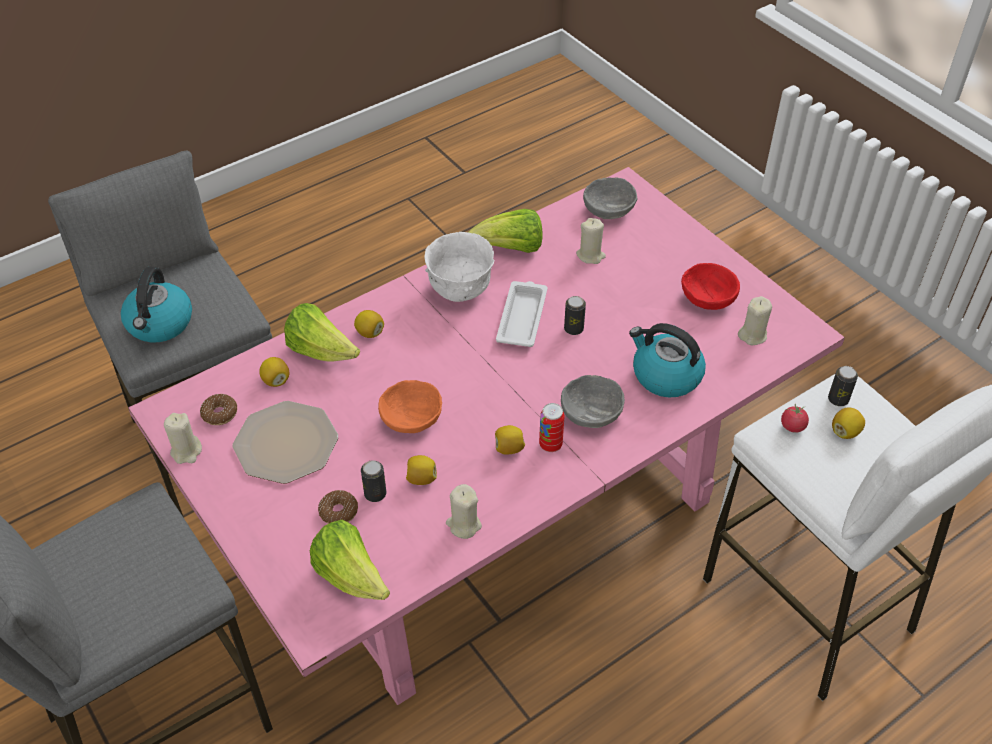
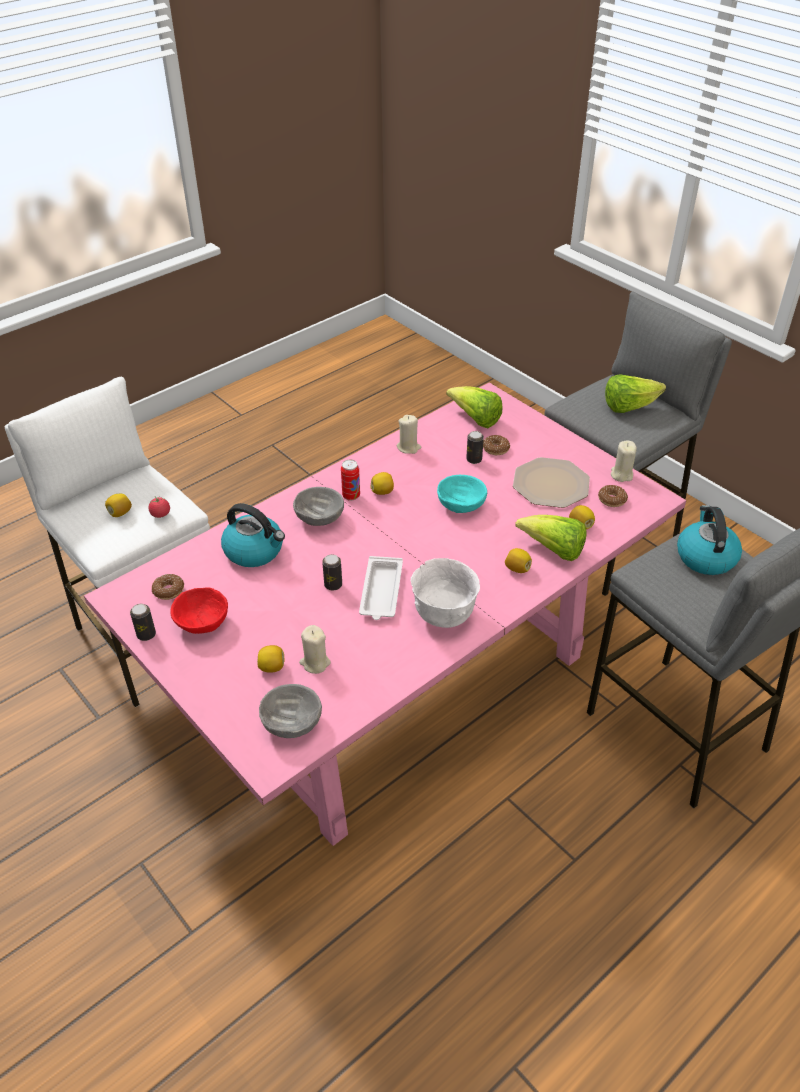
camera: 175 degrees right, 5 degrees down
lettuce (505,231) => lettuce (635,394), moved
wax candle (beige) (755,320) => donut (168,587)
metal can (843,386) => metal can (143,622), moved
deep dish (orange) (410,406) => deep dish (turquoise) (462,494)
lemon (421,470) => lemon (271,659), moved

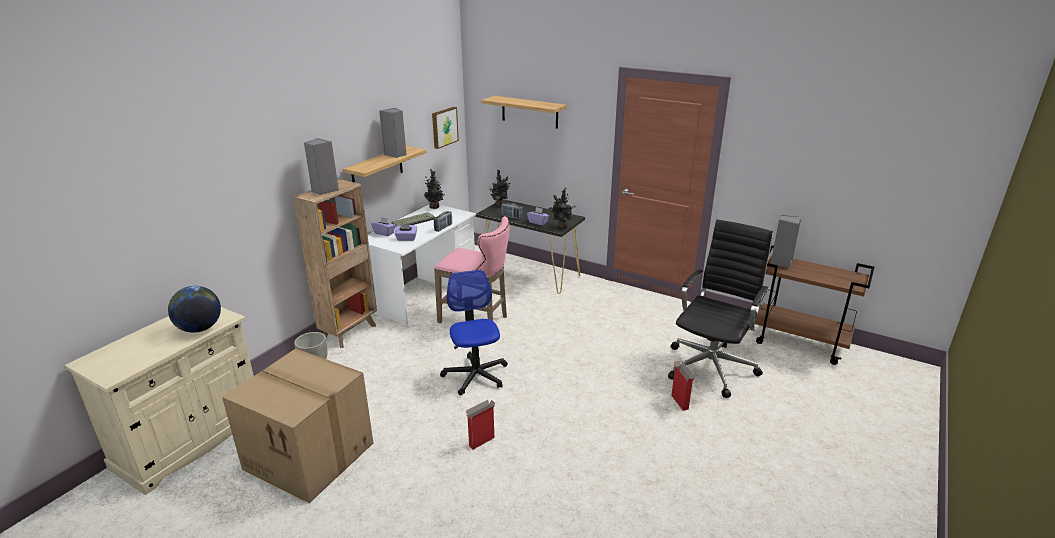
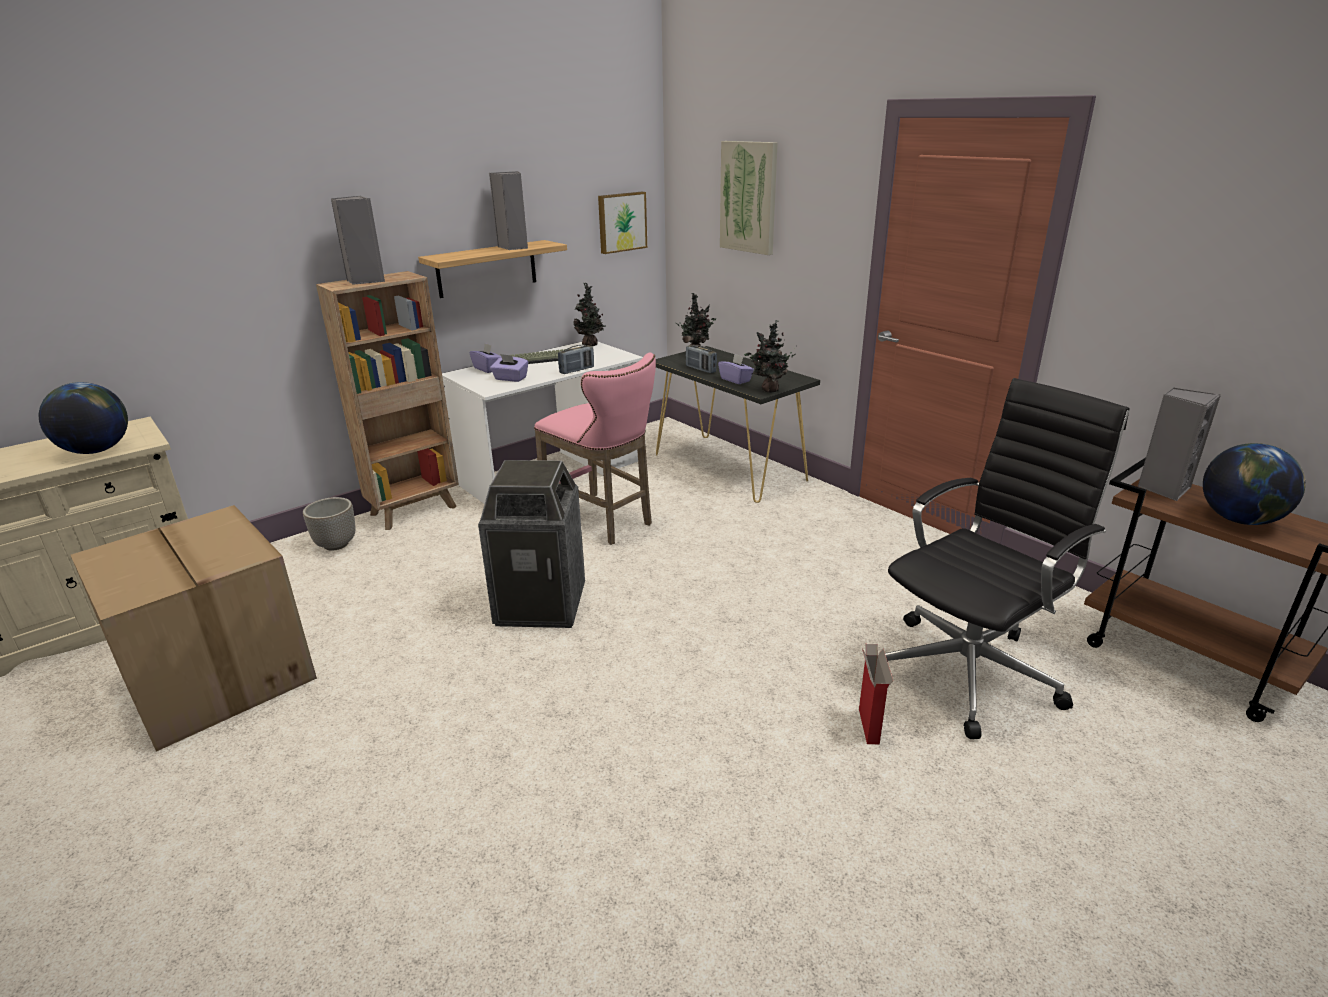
camera: 20 degrees right, 0 degrees up
wall shelf (524,112) => picture (749,198)
office chair (474,332) => trash can (531,544)
packing box (480,425) => nothing
nothing => desk globe (1254,484)

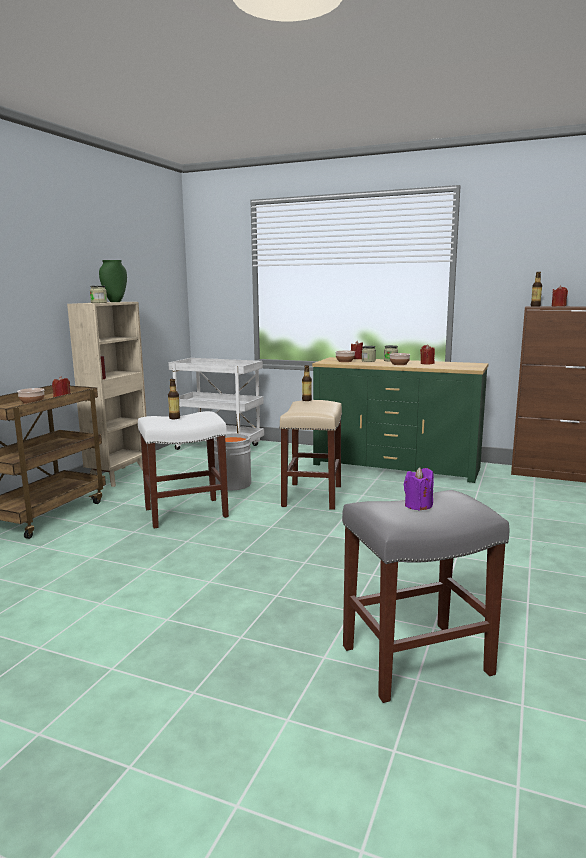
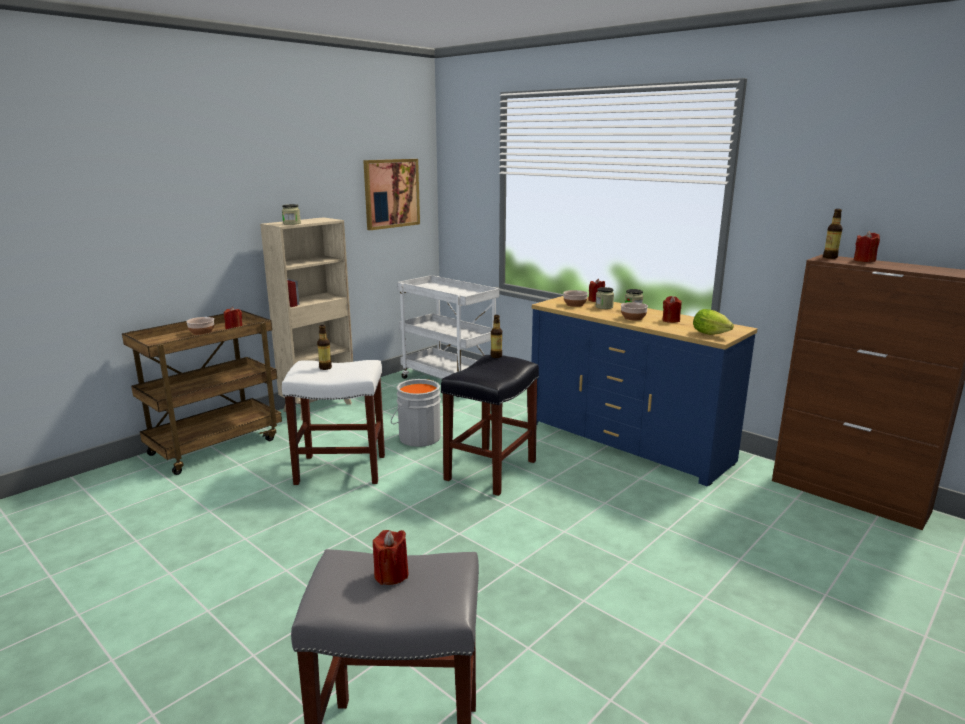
camera: 20 degrees right, 5 degrees up
vase (green) (113,281) => nothing
dresser (green) (400,420) => dresser (blue) (644,391)
stool seat (beige) (310,455) => stool seat (blackish) (490,425)
wax candle (purple) (419,489) => wax candle (reddish) (391,557)
nothing => picture (391,194)
nothing => lettuce (713,322)

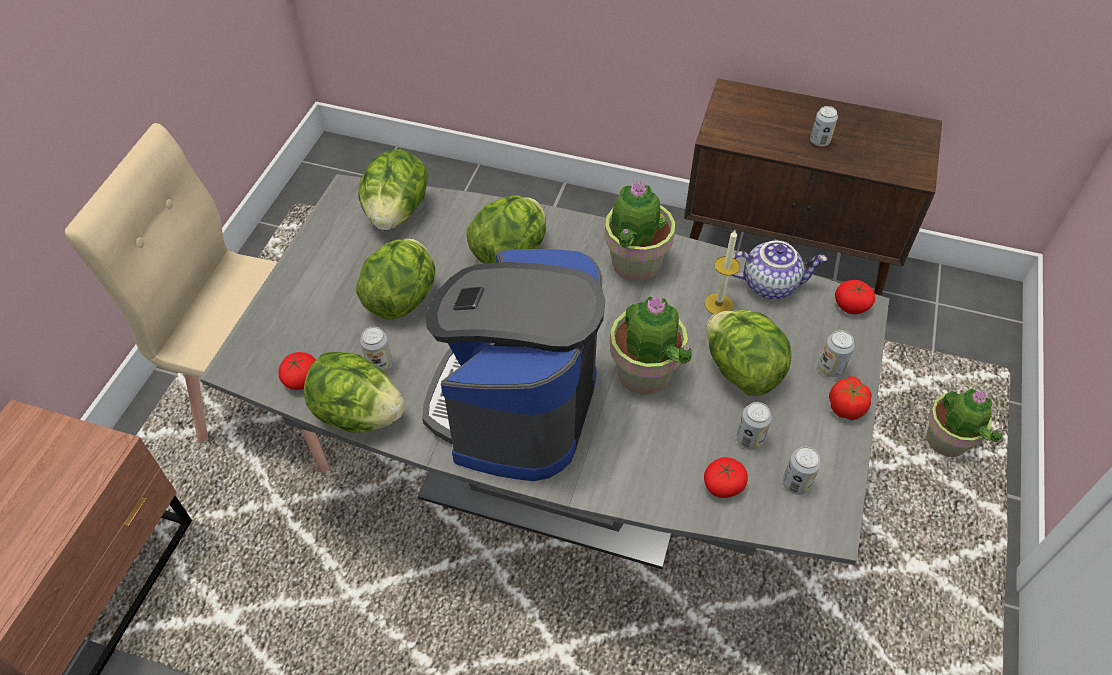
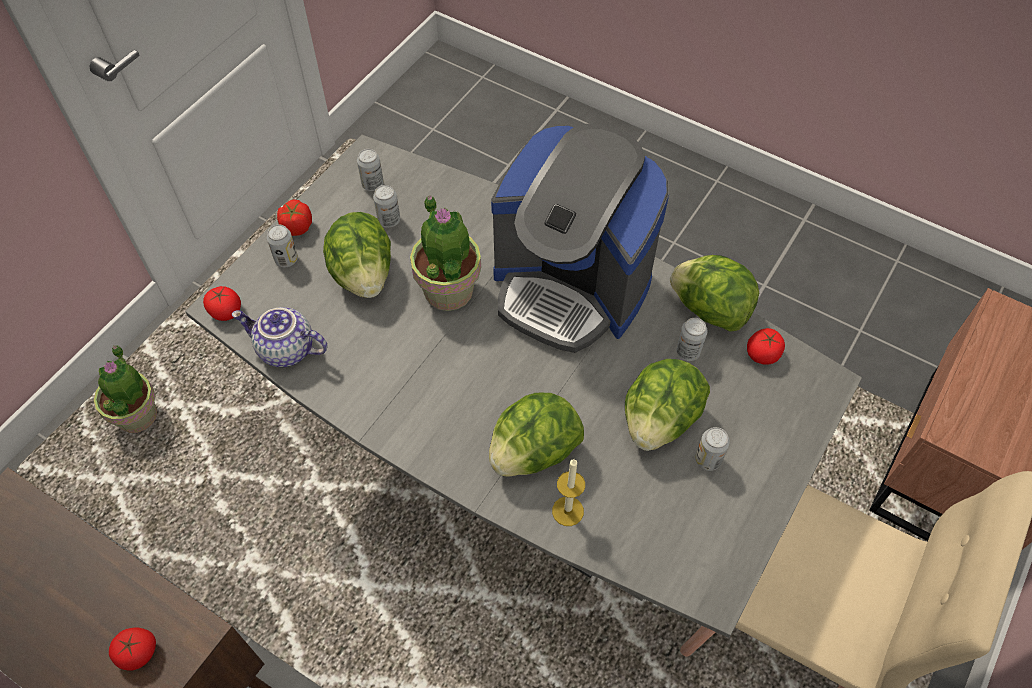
camera: 165 degrees left, 5 degrees up
metal can (824,126) => metal can (712,449), moved
lettuce (393,189) => nothing
potted plant (640,231) => nothing
wax candle (722,272) => wax candle (568,492), moved
coffee machine (513,365) => coffee machine (580,238), 90 degrees clockwise
fresh tomato (726,477) => fresh tomato (132,649), moved

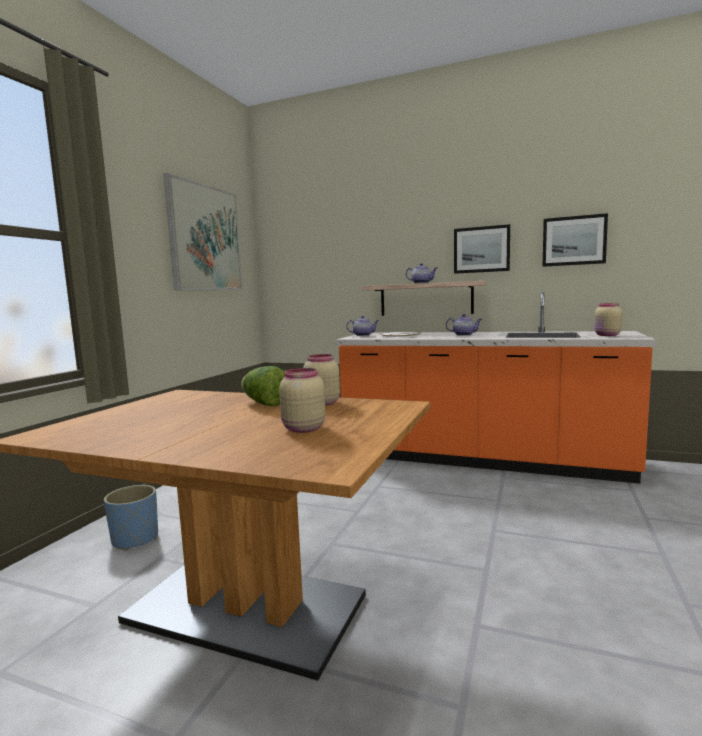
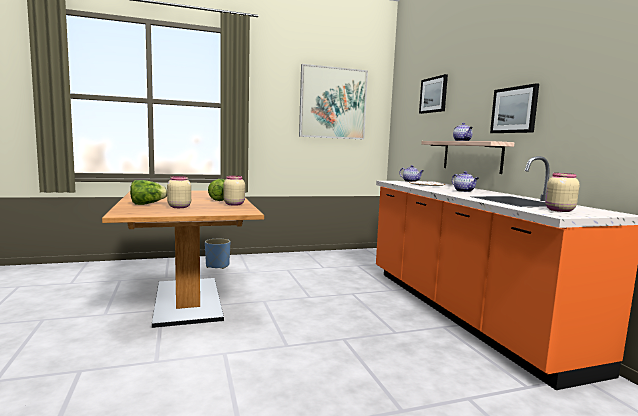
camera: 50 degrees right, 0 degrees up
picture (575,240) => picture (433,94), moved
nothing => lettuce (148,192)

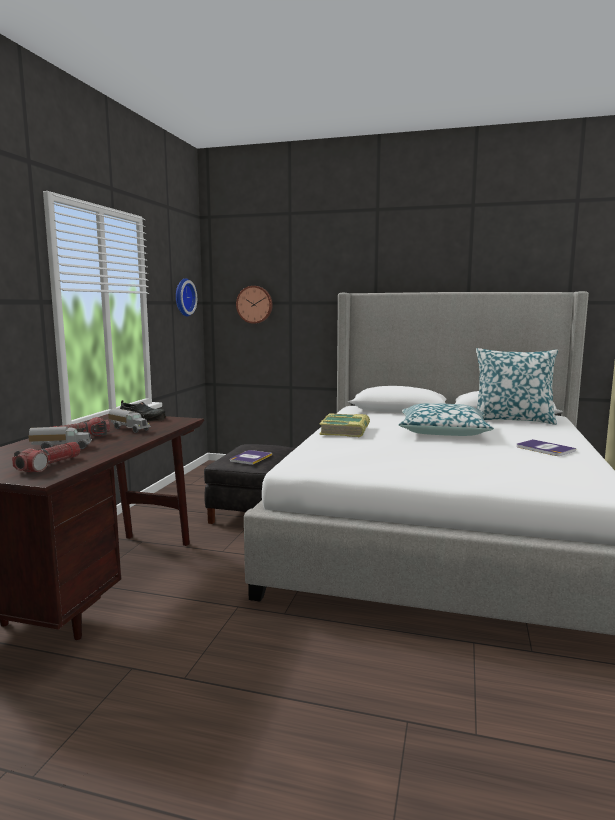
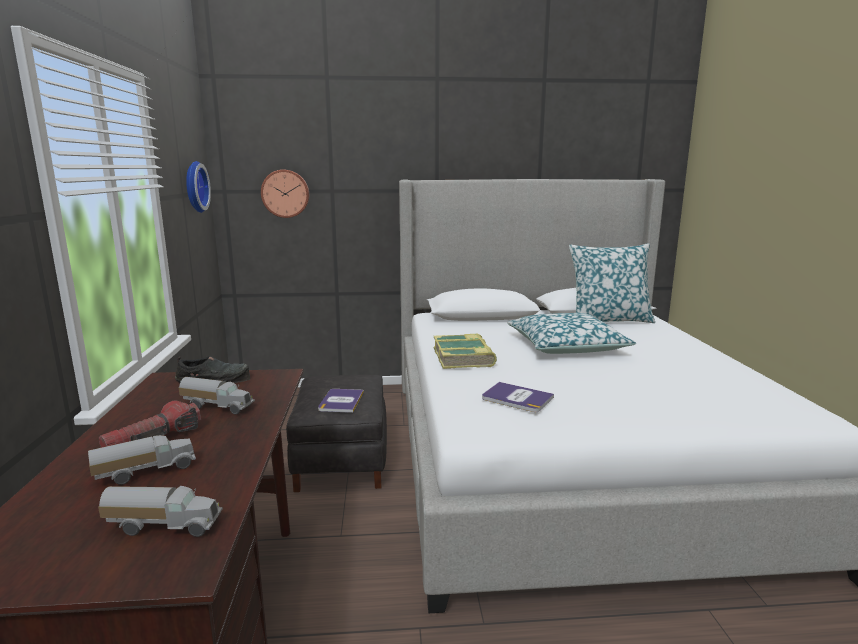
camera: 20 degrees left, 5 degrees up
book (546,447) => book (518,397), moved
hand torch (46,457) => toy lorry (160,511)

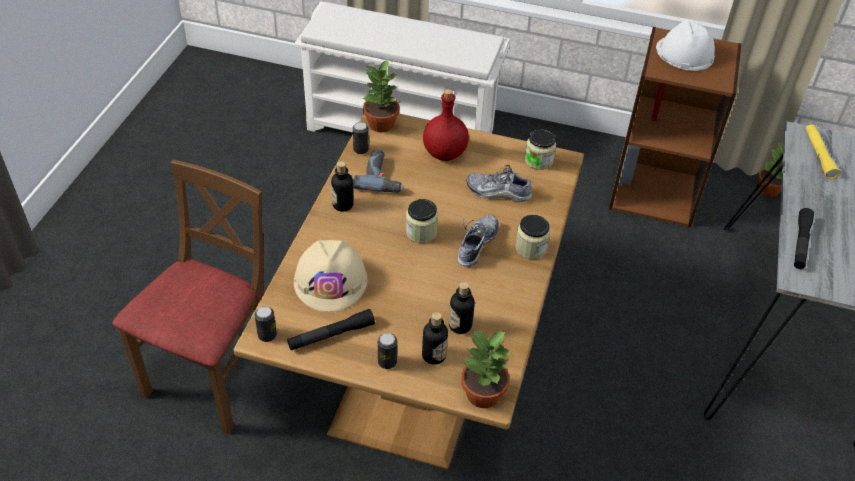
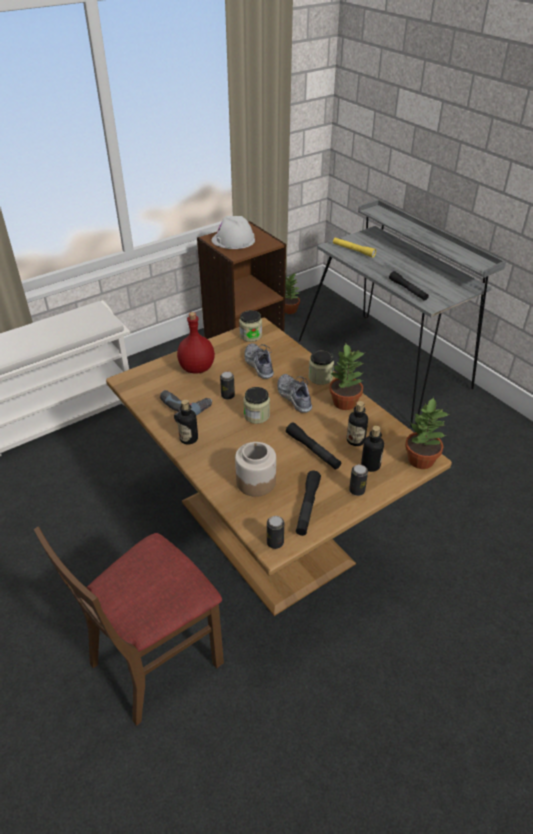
camera: 50 degrees left, 5 degrees down
potted plant (381,95) => potted plant (346,377), moved
metal can (361,138) => metal can (227,385), moved
chair (brown-coloured) (188,297) => chair (brown-coloured) (129,626), 105 degrees counterclockwise
item of footwear (499,183) => item of footwear (259,361), 105 degrees clockwise
hard hat (beige) (330,276) => storage jar (255,469)
nothing => hand torch (blackish) (313,446)

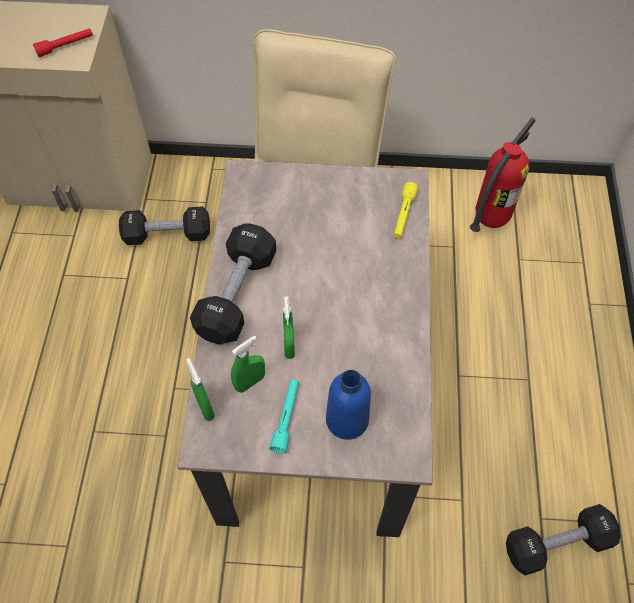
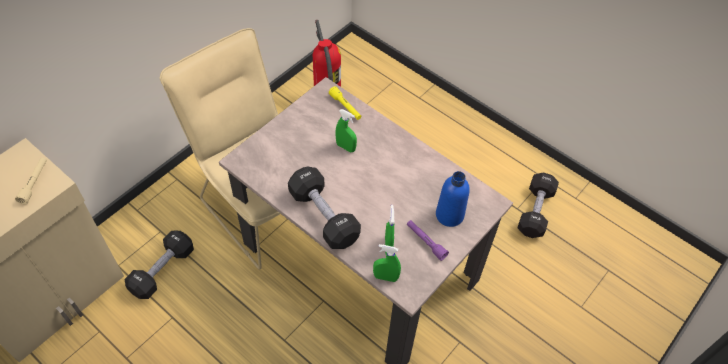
camera: 55 degrees left, 5 degrees down
hand torch (reddish) (63,42) => hand torch (beige) (31,181)
spray bottle (green) (289,327) => spray bottle (green) (346,130), moved
hand torch (turquoise) (284,417) => hand torch (purple) (428,240)

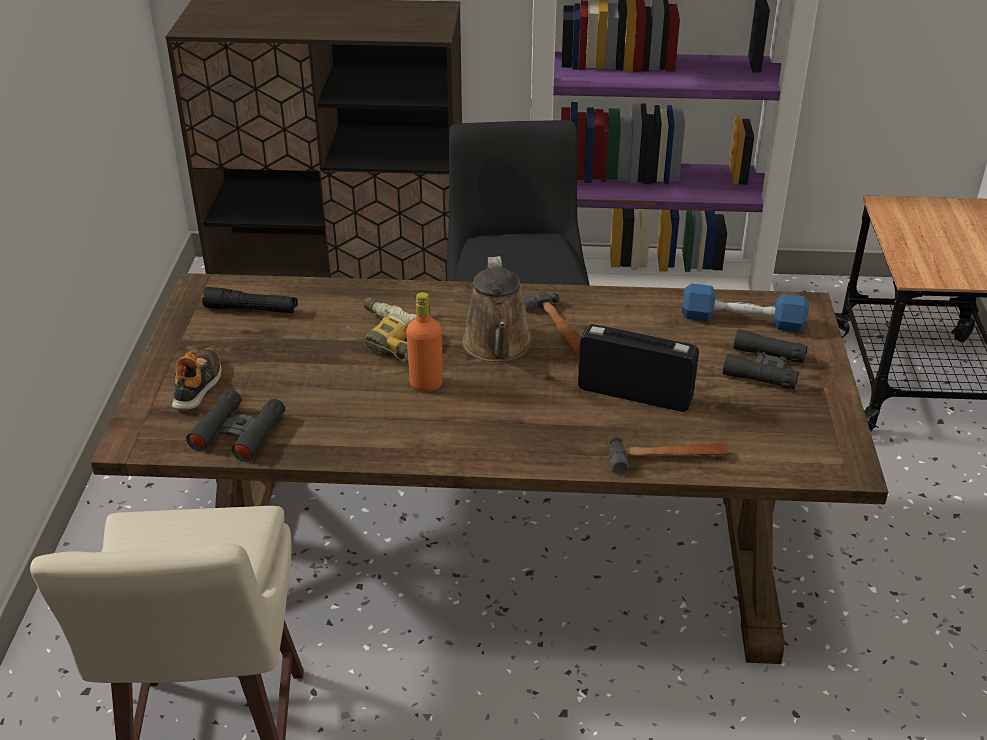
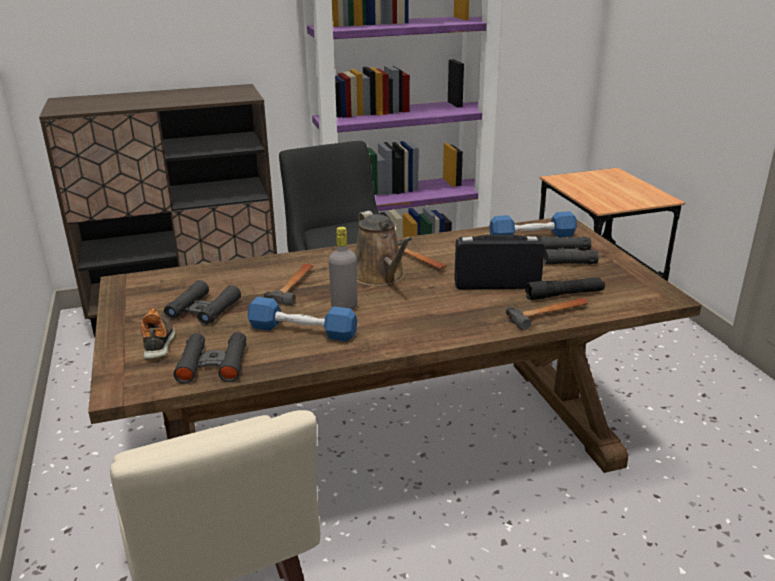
camera: 20 degrees left, 10 degrees down
hand torch (blackish) (250,300) => hand torch (blackish) (565,288), moved
beverage bottle (orange) (424,342) => beverage bottle (grey) (343,268)
power drill (381,330) => tool hammer (288,285)
nothing => binoculars (blackish) (202,302)
nothing => free weight (blue) (302,319)

